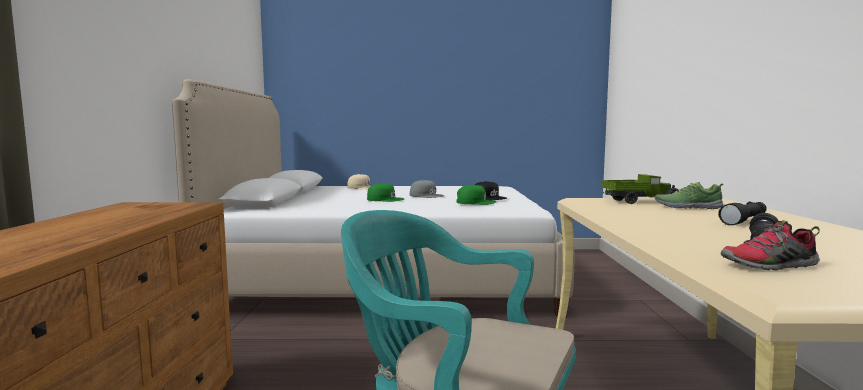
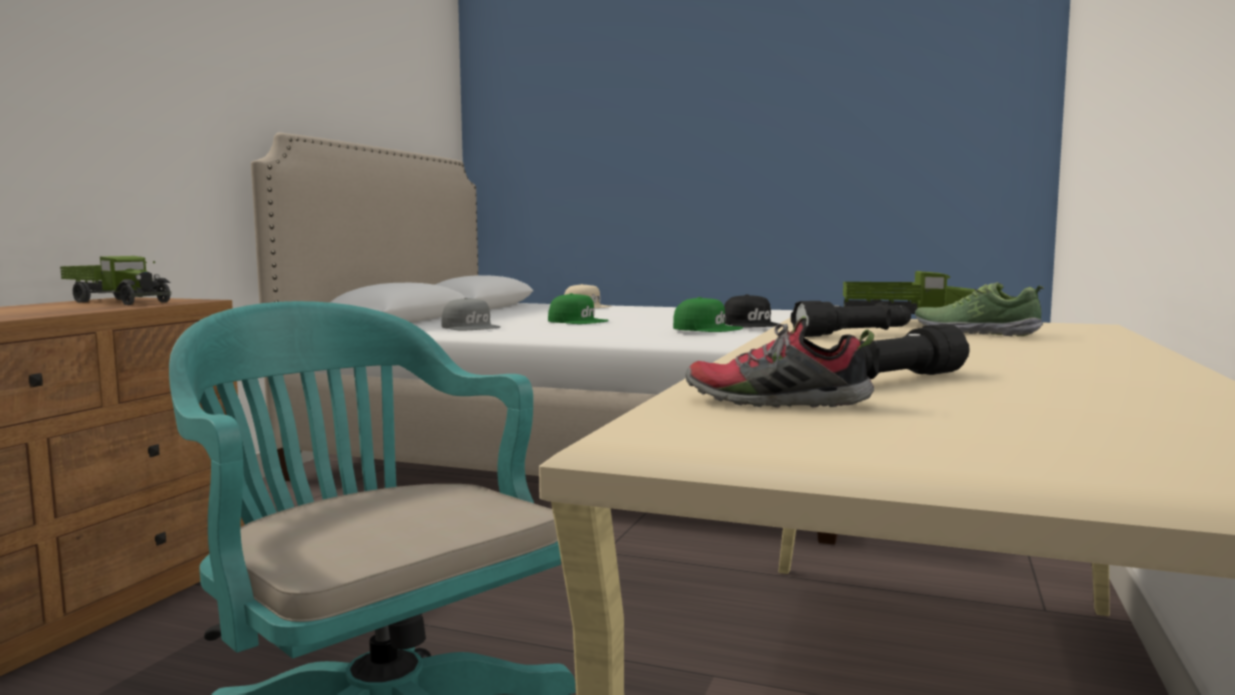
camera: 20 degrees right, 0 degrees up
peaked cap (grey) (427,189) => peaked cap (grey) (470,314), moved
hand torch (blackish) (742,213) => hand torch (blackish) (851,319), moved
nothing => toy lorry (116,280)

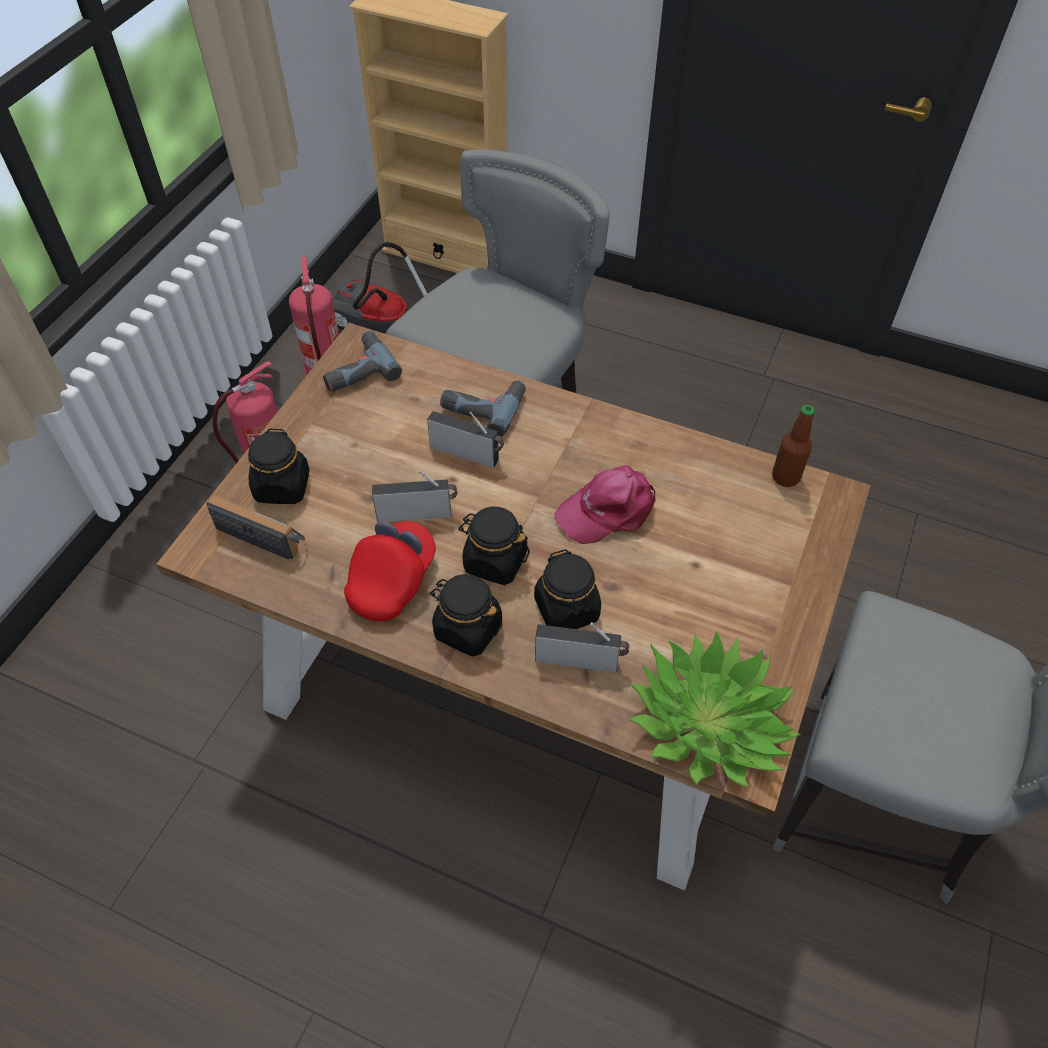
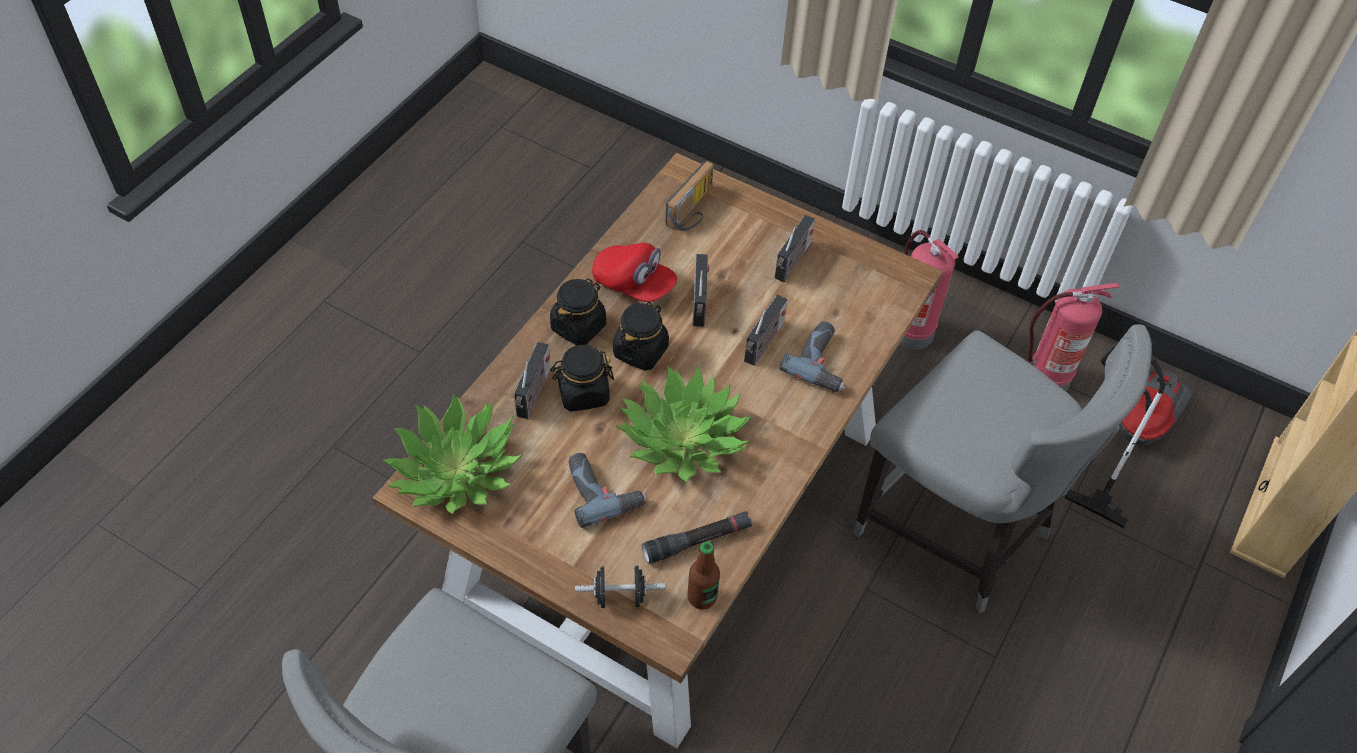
camera: 95 degrees right, 0 degrees up
power drill (362,361) => power drill (607,490), moved
storage jar (blackish) (279,466) => nothing
peaked cap (pink) (604,504) => potted plant (683,423)
nothing => radio set (795,248)
nothing => hand torch (blackish) (697,537)
nothing => free weight (blackish) (620,586)

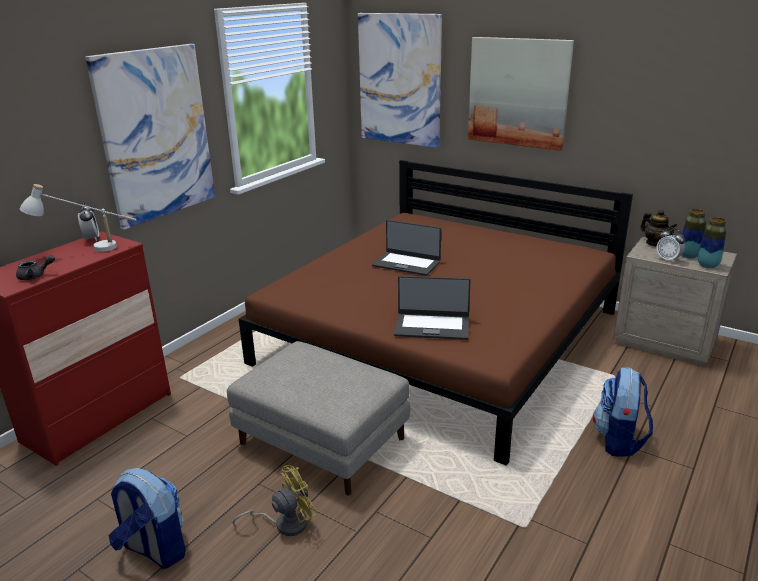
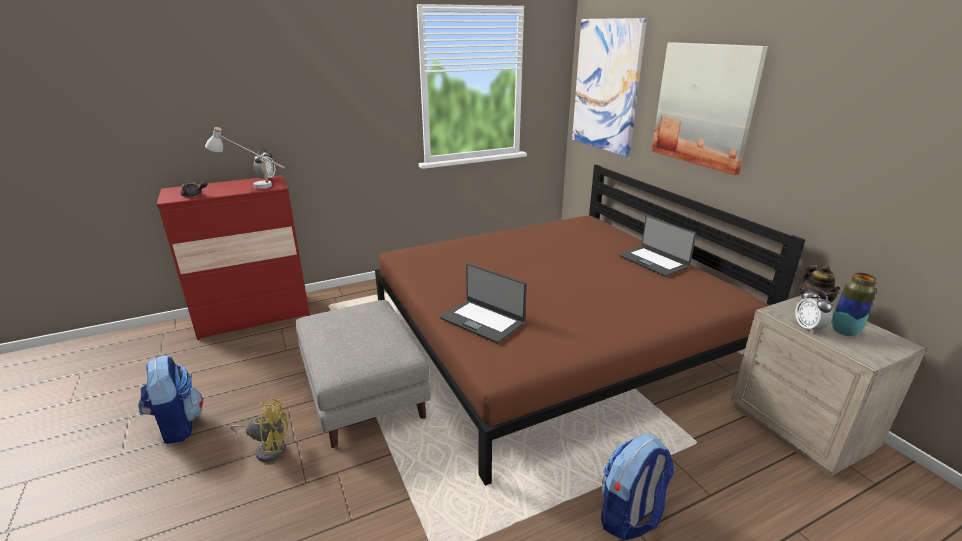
camera: 30 degrees right, 0 degrees up
picture (150,137) => nothing
vase (712,242) => nothing
notebook computer (406,248) => notebook computer (657,246), moved

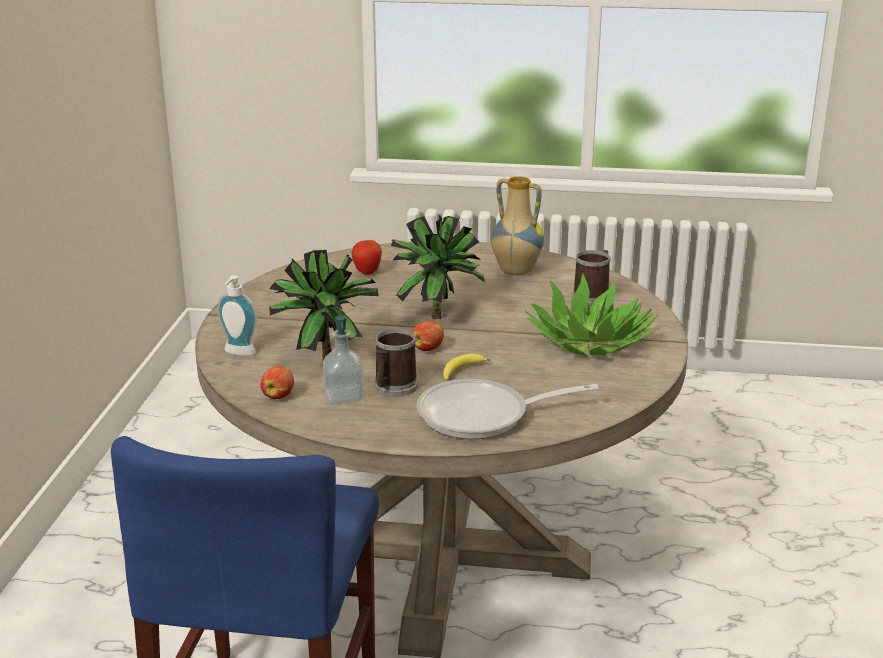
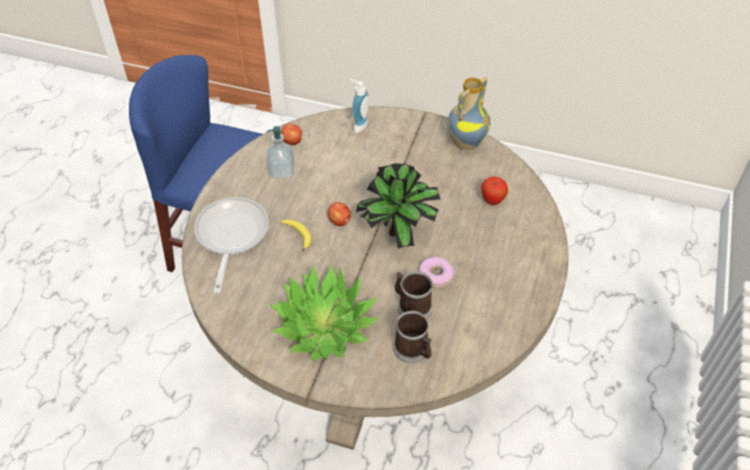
camera: 100 degrees right, 25 degrees up
vase (517,226) => vase (468,113), moved
potted plant (324,305) => nothing
tea mug (396,363) => tea mug (414,294), moved
nothing => donut (436,272)

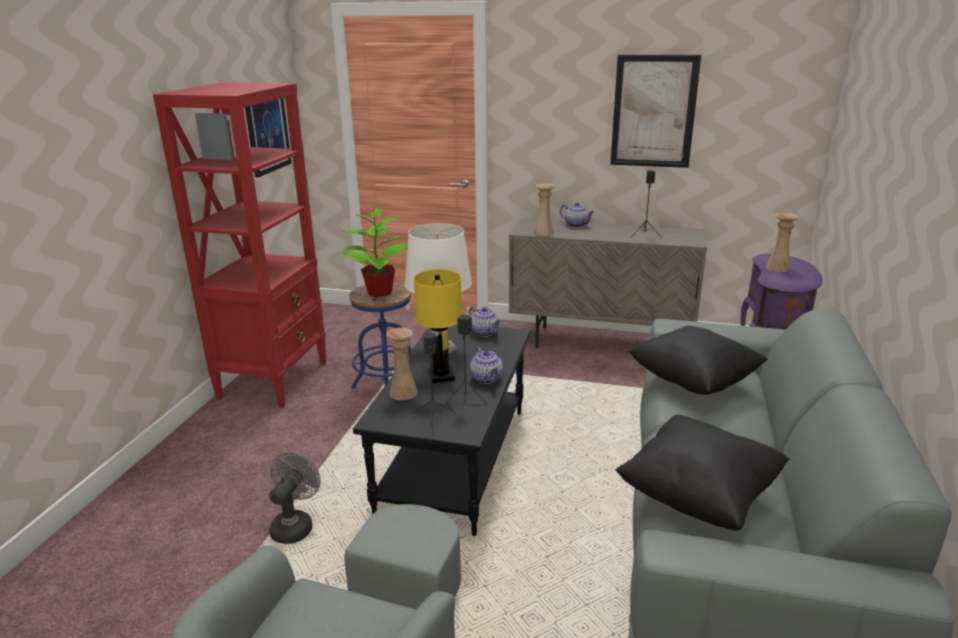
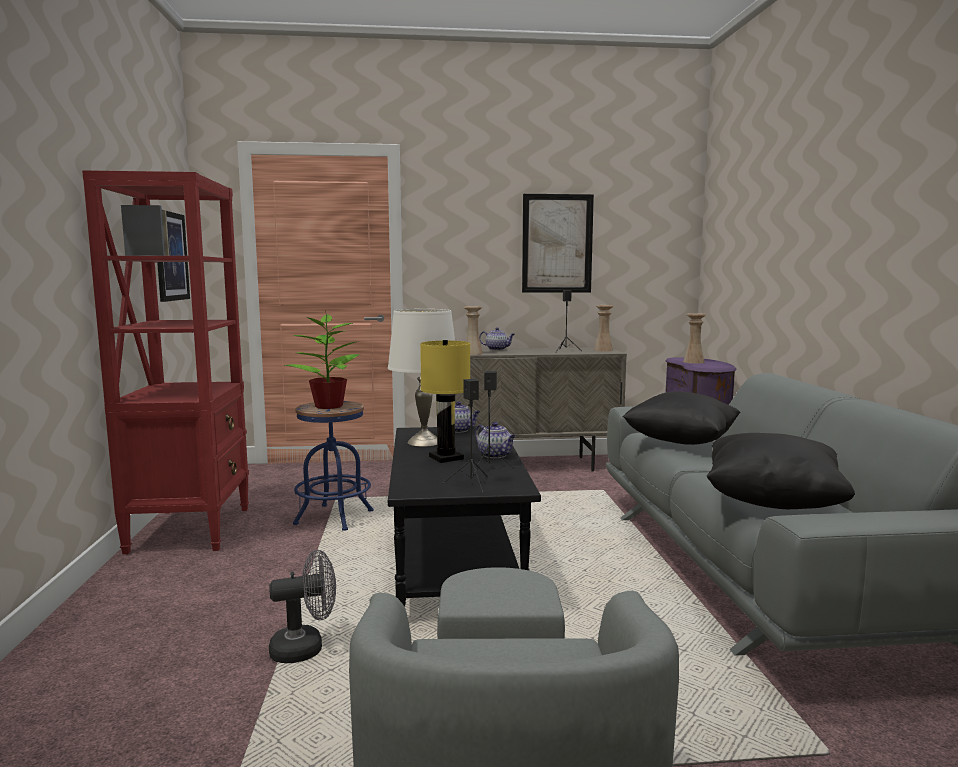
camera: 20 degrees left, 15 degrees down
vase (beige) (402,364) => vase (beige) (604,328), moved
fan (grey) (295,498) => fan (grey) (302,606), 75 degrees clockwise

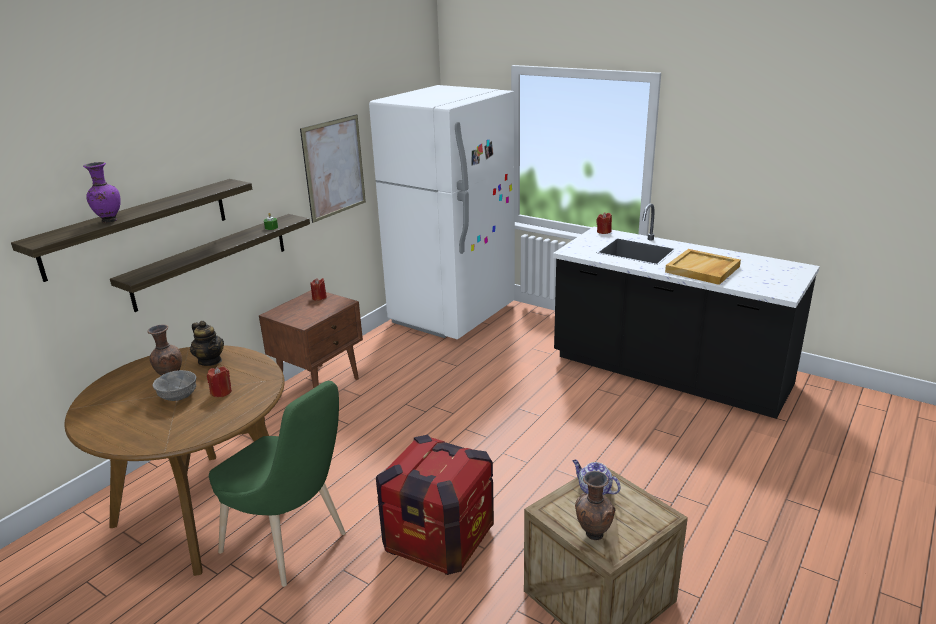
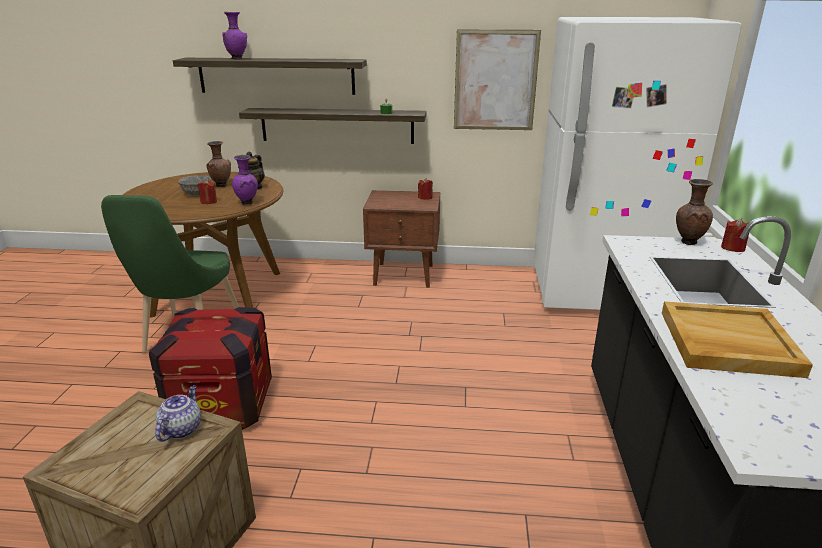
camera: 60 degrees right, 0 degrees up
vase (brown-coloured) (595,505) => vase (brown-coloured) (694,212), moved
nothing => vase (purple) (245,180)

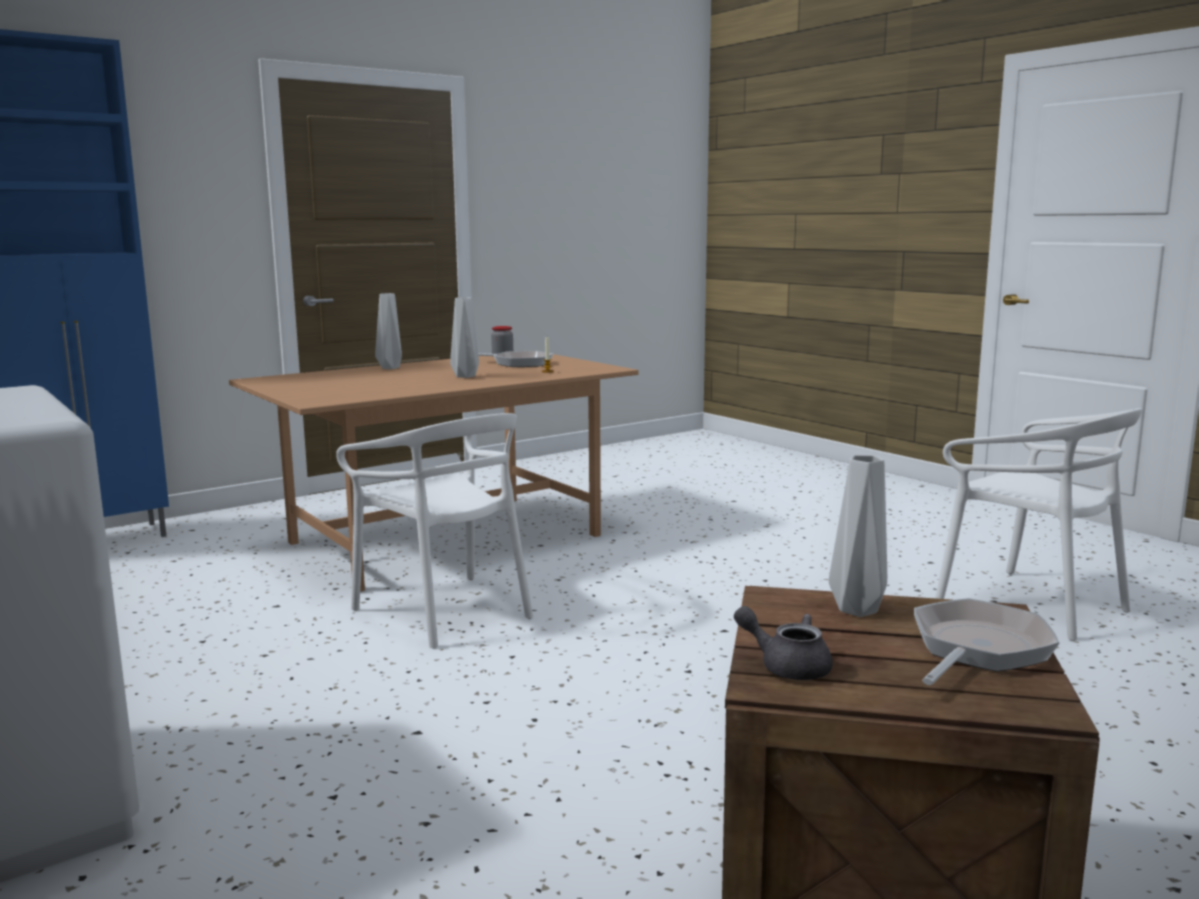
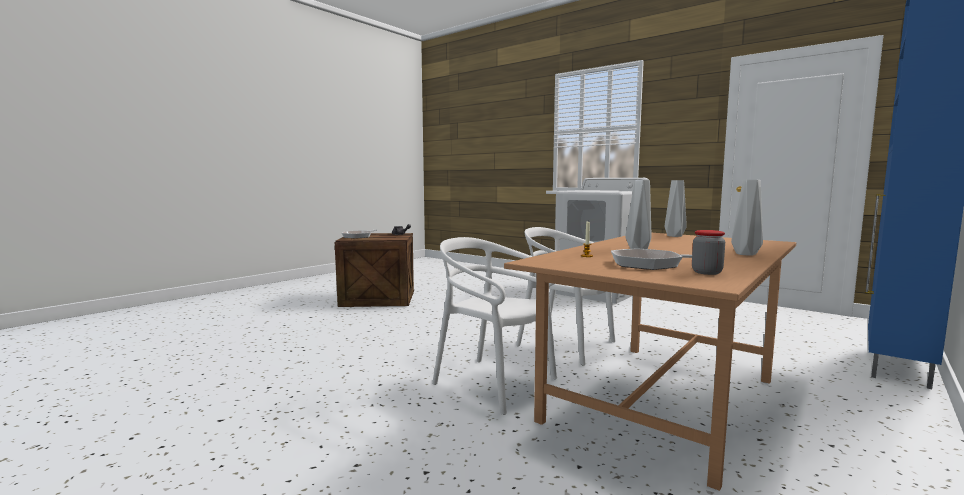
camera: 165 degrees right, 5 degrees down
chair (white) (1038,524) => chair (white) (494,326), moved
vase (grey) (858,536) => vase (grey) (676,208), moved

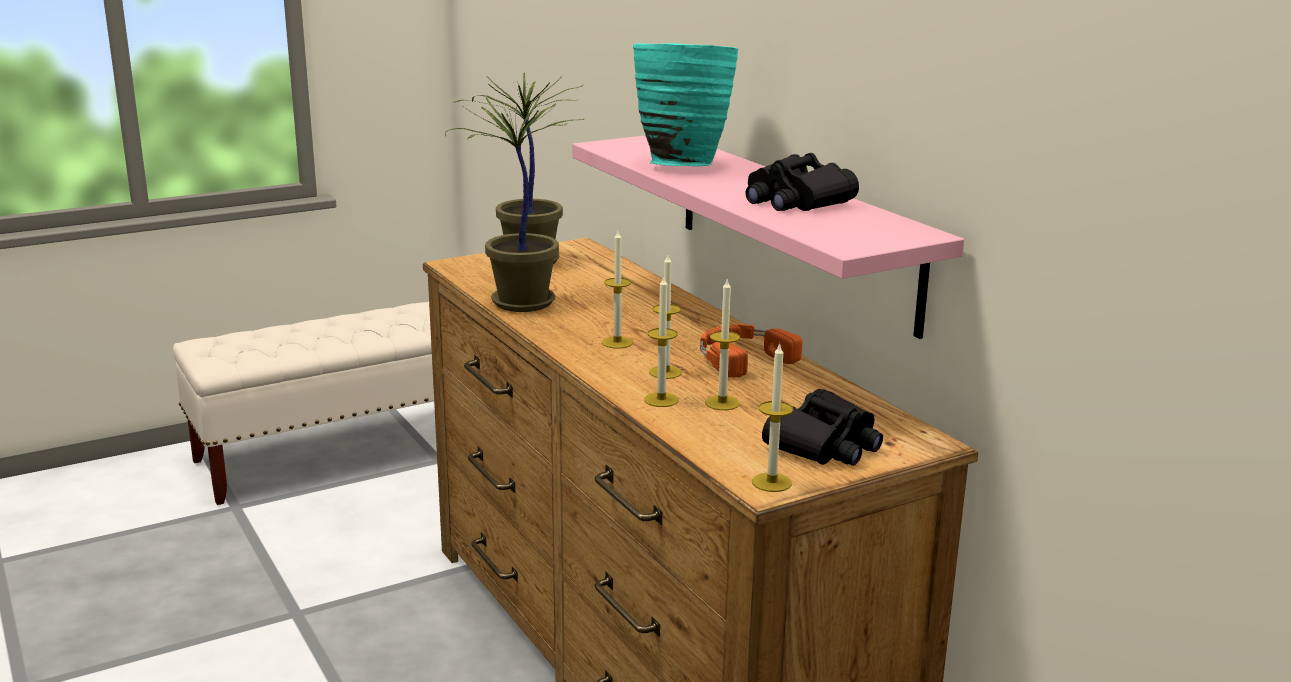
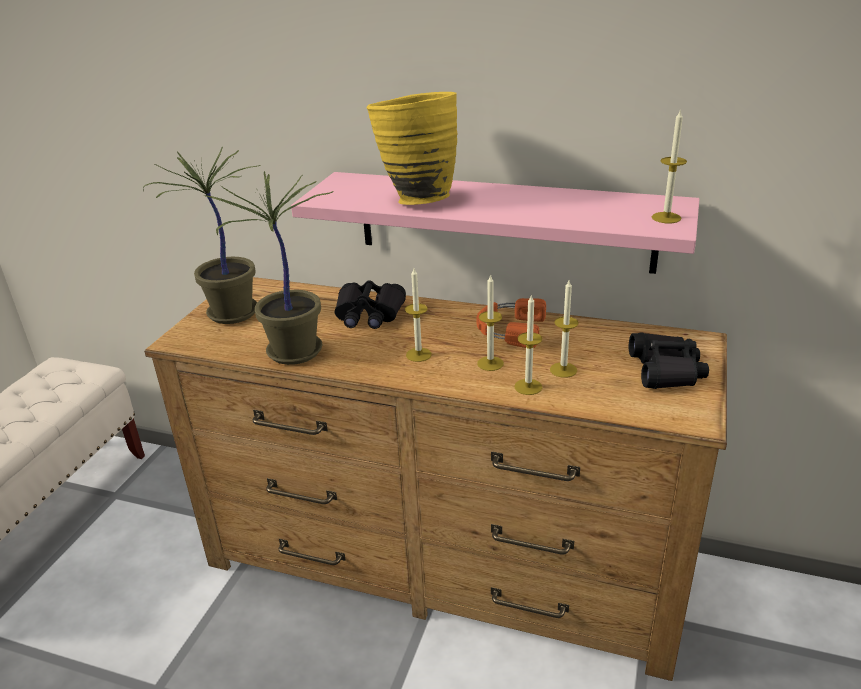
camera: 40 degrees left, 10 degrees up
vase (turquoise) (685,104) => vase (yellowish) (412,148)
binoculars (blackish) (802,182) => binoculars (blackish) (370,304), moved
wax candle (772,417) => wax candle (669,166), moved

